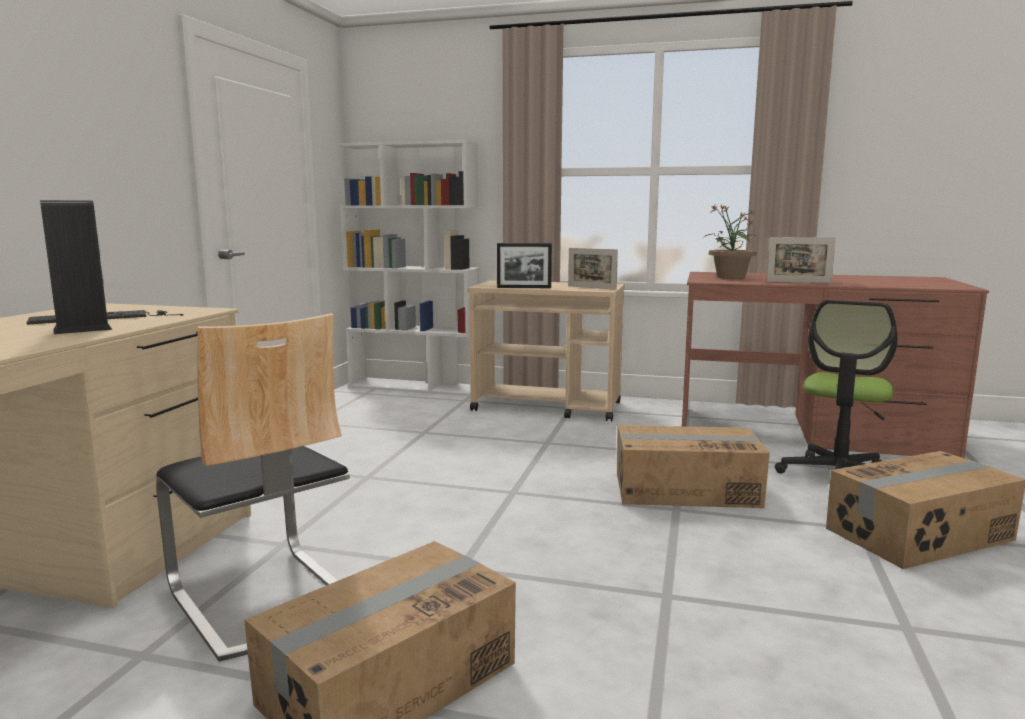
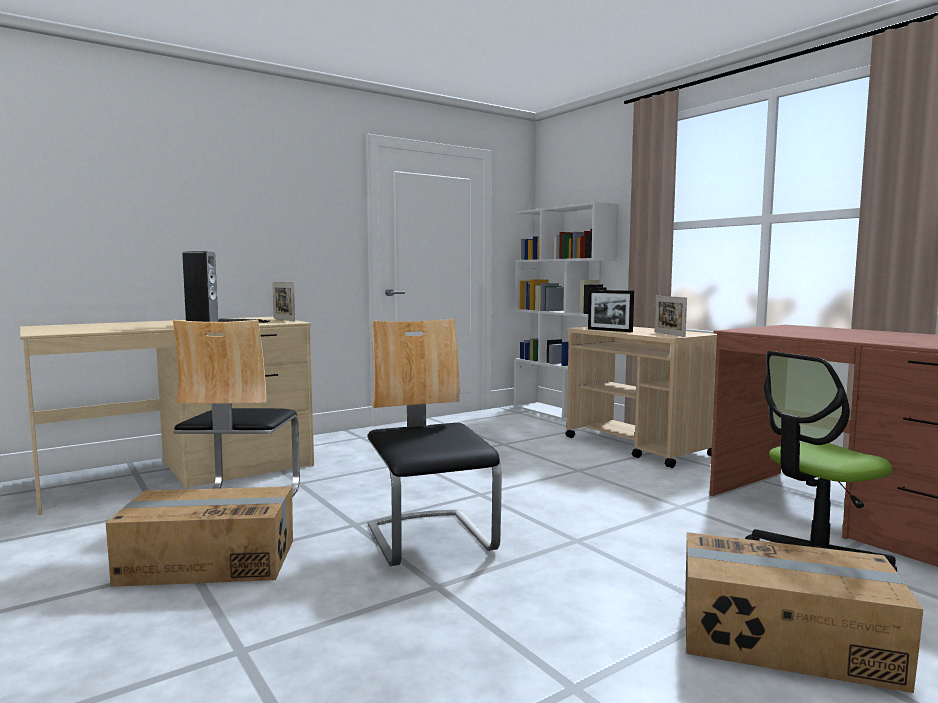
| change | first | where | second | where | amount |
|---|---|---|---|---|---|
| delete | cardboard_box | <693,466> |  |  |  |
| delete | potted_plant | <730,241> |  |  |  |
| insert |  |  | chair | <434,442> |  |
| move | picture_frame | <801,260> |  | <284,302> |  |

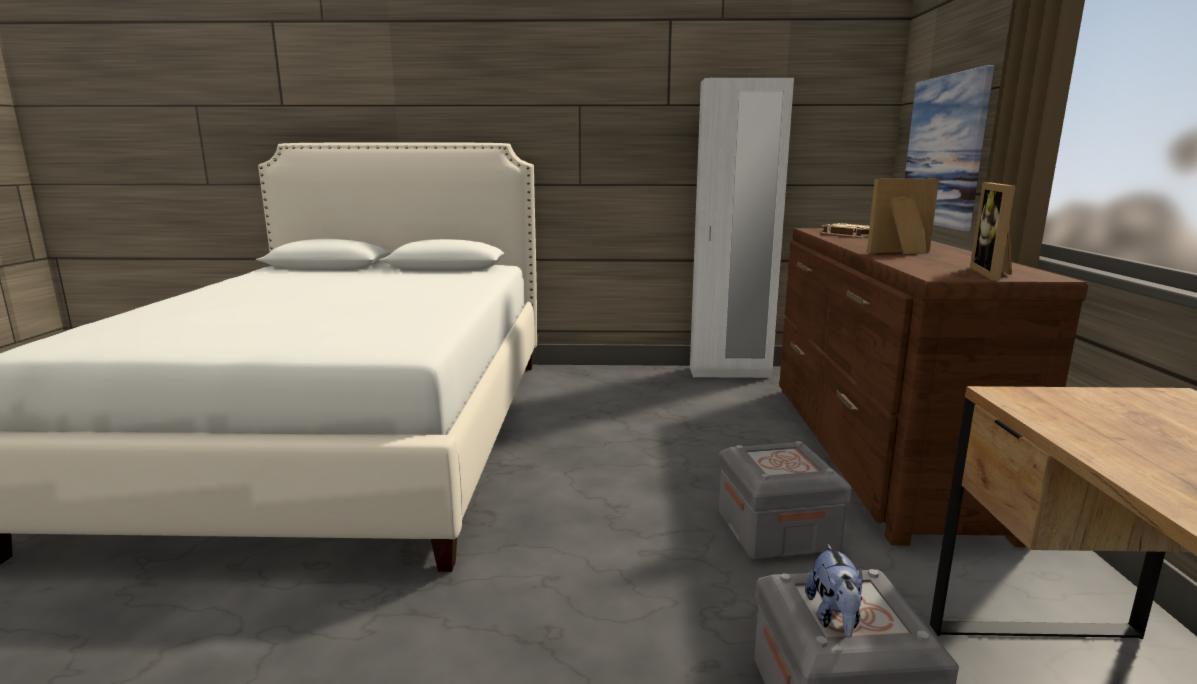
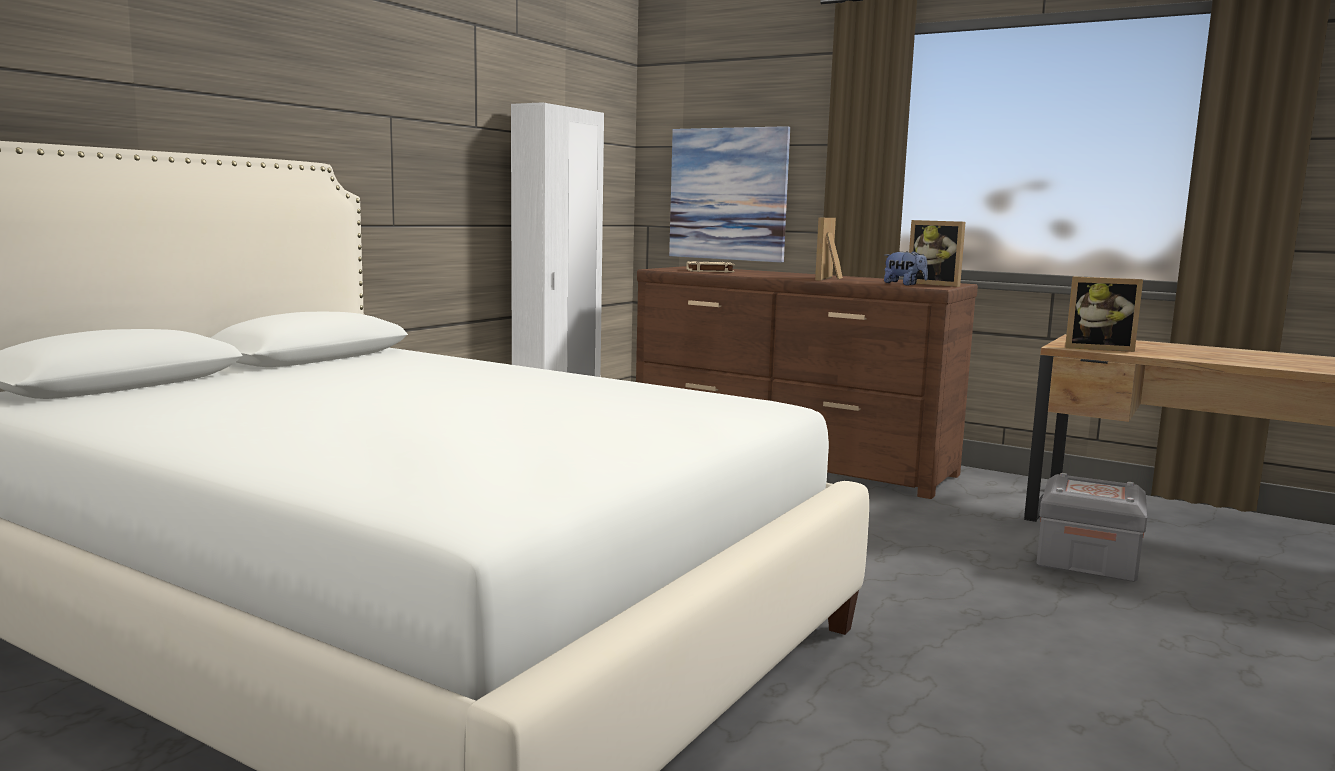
| change | first | where | second | where | amount |
|---|---|---|---|---|---|
| delete | grey_storage_box | <785,500> |  |  |  |
| insert |  |  | picture_frame | <1104,314> |  |
| move | plush_toy | <834,591> |  | <906,268> |  |

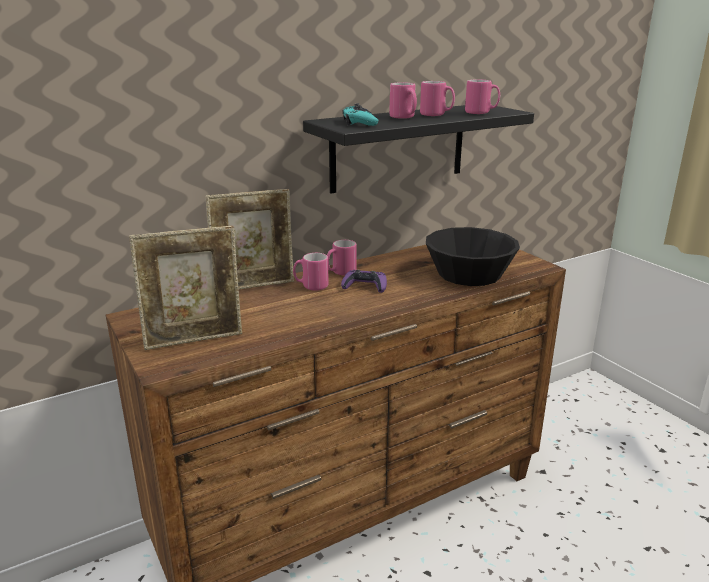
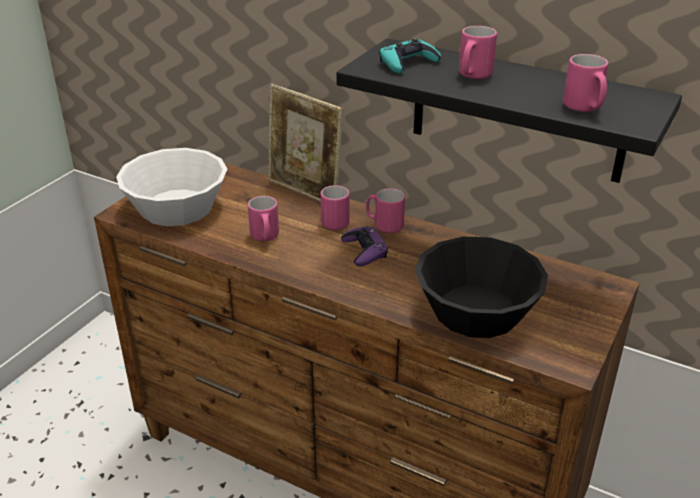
| change | first | where | second | where | amount |
|---|---|---|---|---|---|
| move | pink_mug | <437,98> |  | <263,218> |  |
| replace | picture_frame | <185,288> | white_bowl | <171,187> |  |

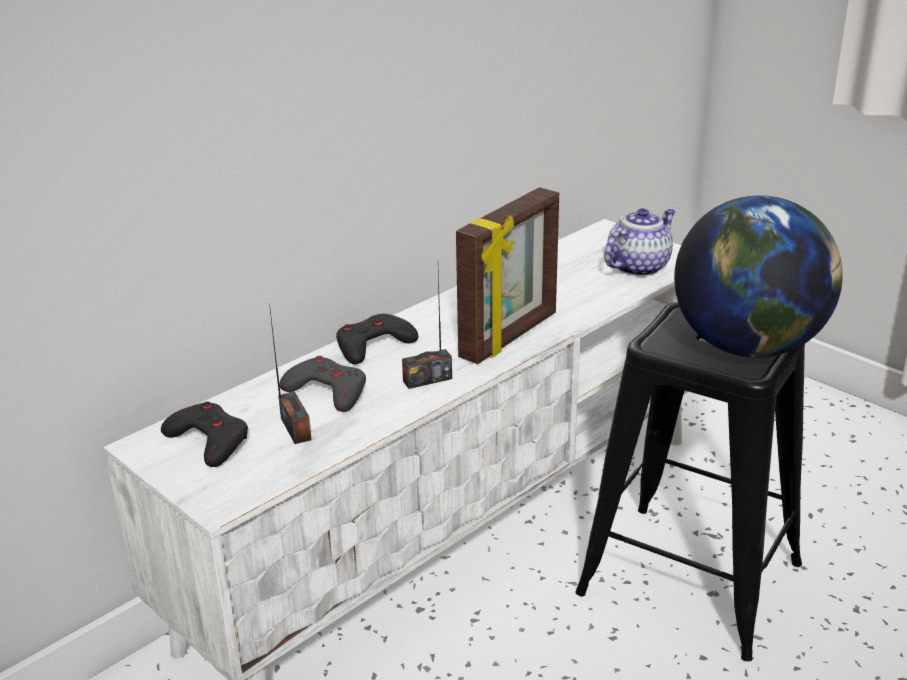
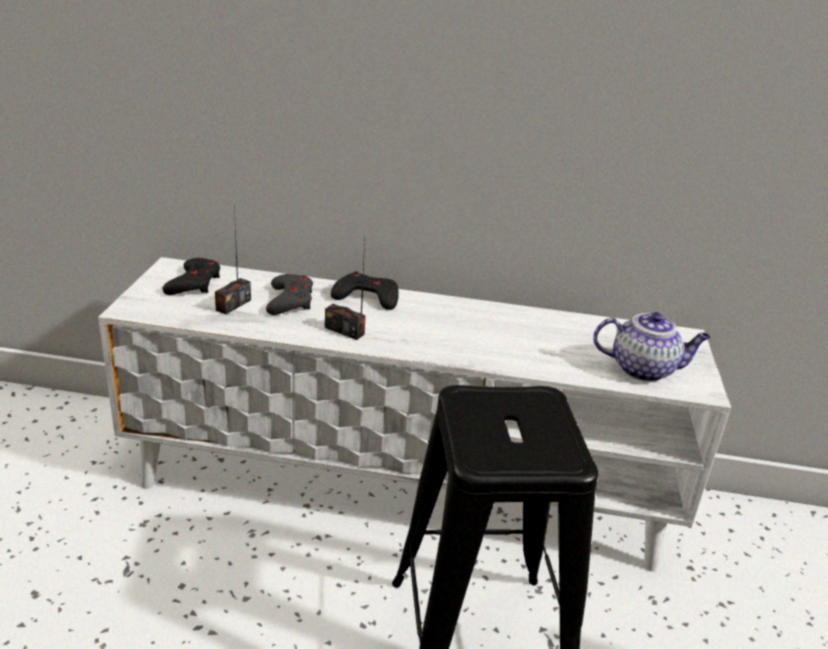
| change | first | where | second | where | amount |
|---|---|---|---|---|---|
| delete | picture_frame | <507,275> |  |  |  |
| delete | globe | <758,277> |  |  |  |

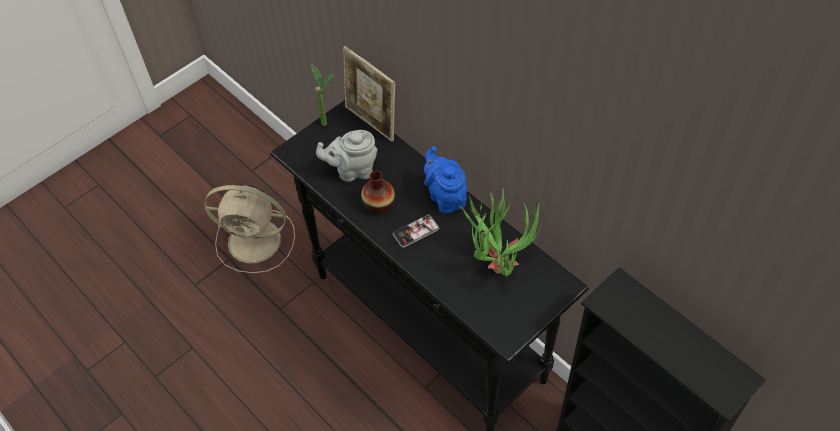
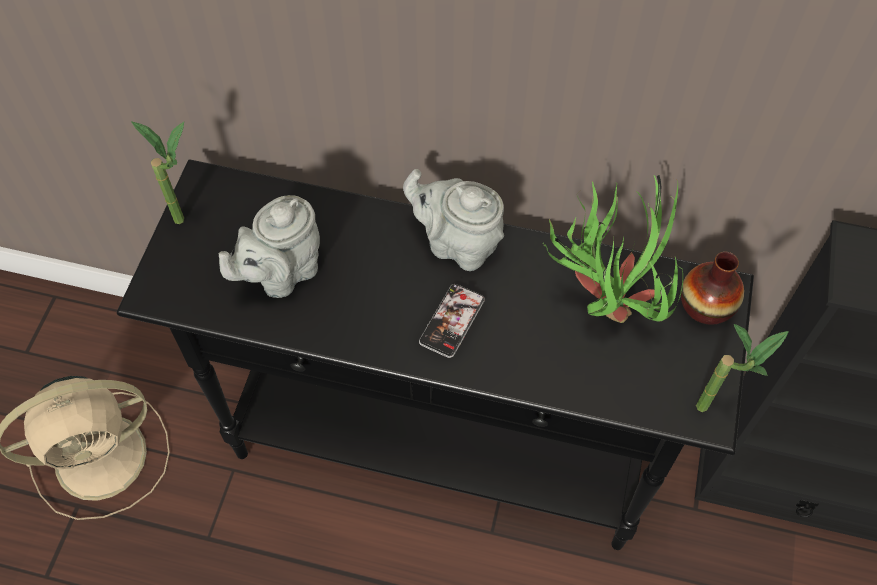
| change | first | where | second | where | amount |
|---|---|---|---|---|---|
| delete | picture_frame | <369,94> |  |  |  |
| insert |  |  | potted_plant | <742,368> |  |
| move | vase | <378,192> |  | <712,288> |  |
| recolor | blue_teapot | <445,180> | grey_teapot | <453,220> |  |

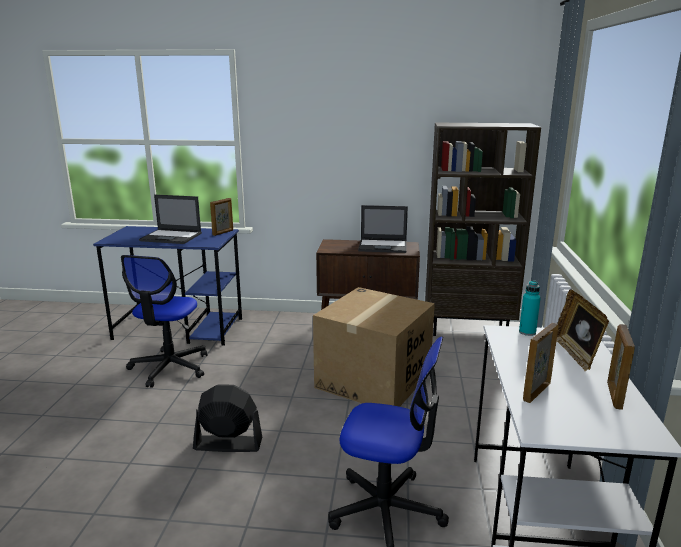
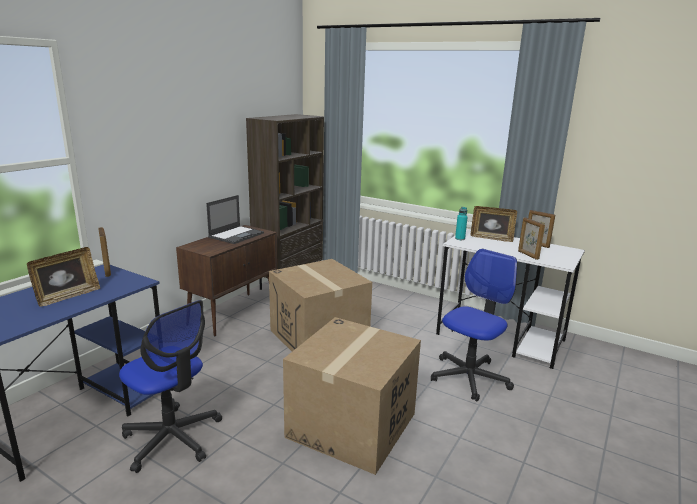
| change | first | where | second | where | amount |
|---|---|---|---|---|---|
| replace | laptop | <170,219> | picture_frame | <63,277> |  |
| replace | black_fan | <227,418> | cardboard_box | <352,396> |  |

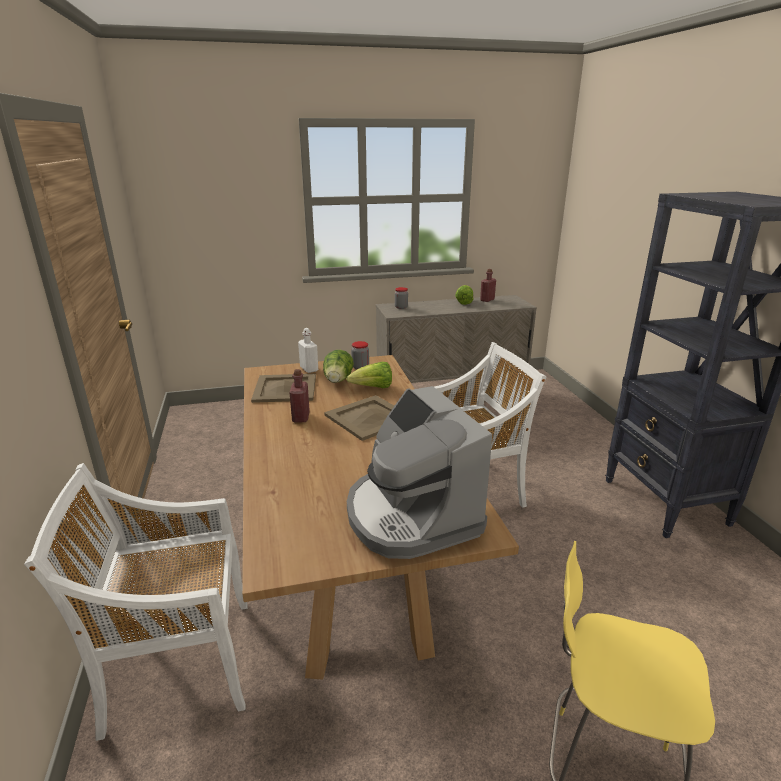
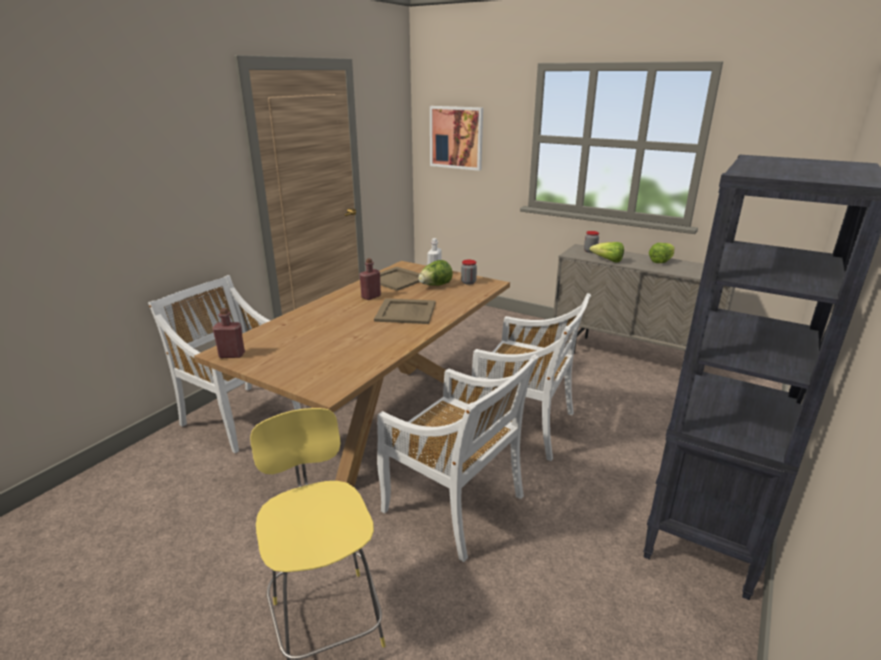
| change | first | where | second | where | amount |
|---|---|---|---|---|---|
| delete | coffee_machine | <419,472> |  |  |  |
| insert |  |  | white_chair | <458,458> |  |
| insert |  |  | picture | <456,138> |  |
| move | lettuce | <369,375> |  | <606,252> |  |
| move | red_bottle | <488,285> |  | <228,333> |  |

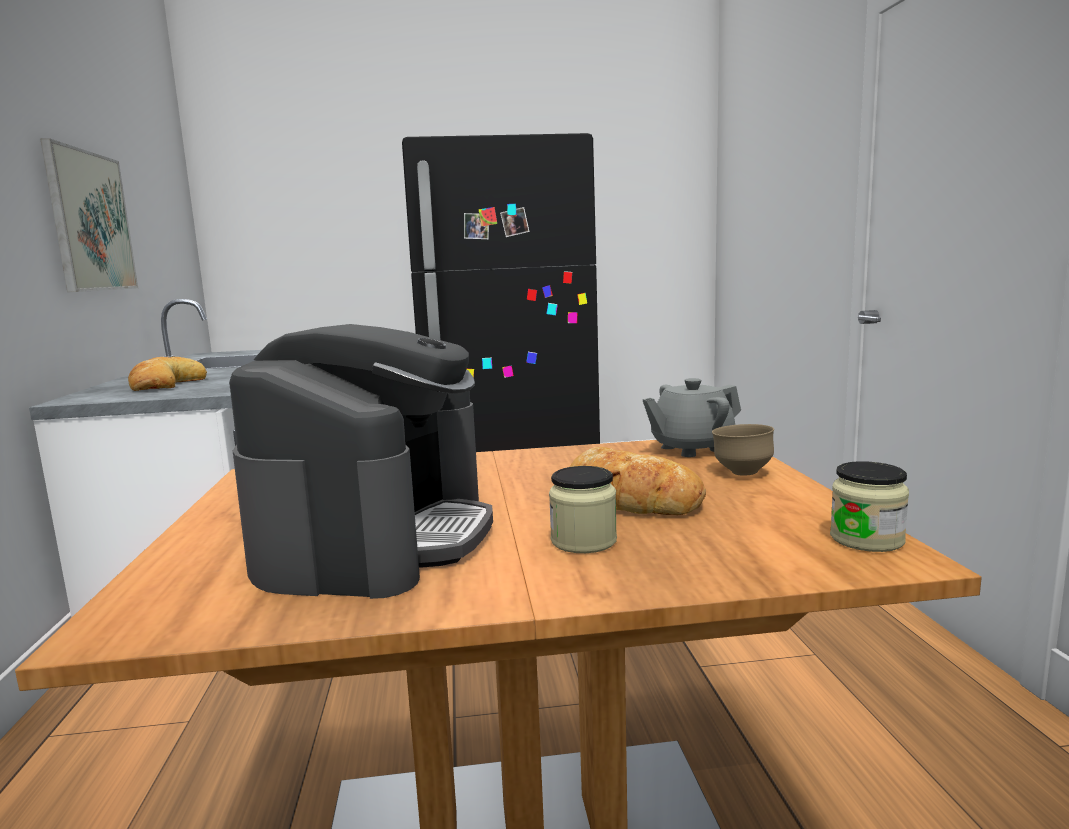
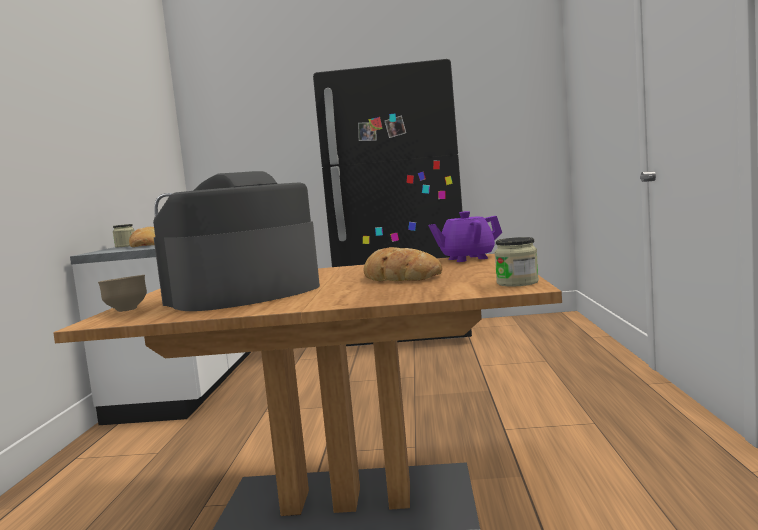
| change | first | where | second | where | amount |
|---|---|---|---|---|---|
| delete | picture | <89,215> |  |  |  |
| move | jar | <583,509> |  | <123,235> |  |
| move | brown_bowl | <743,450> |  | <122,293> |  |
| recolor | grey_teapot | <692,417> | purple_teapot | <465,236> |  |
| rotate | coffee_machine | <361,461> |  | <236,241> | 150 degrees counterclockwise |

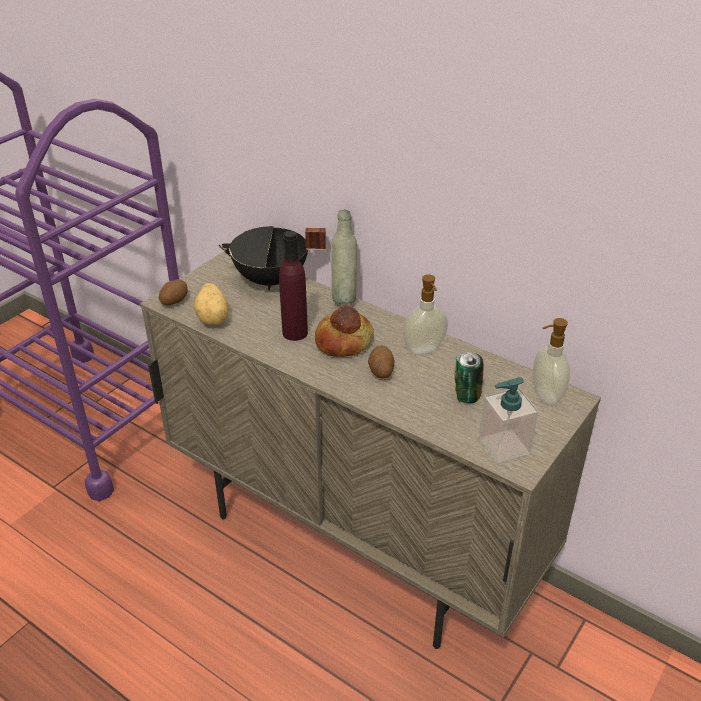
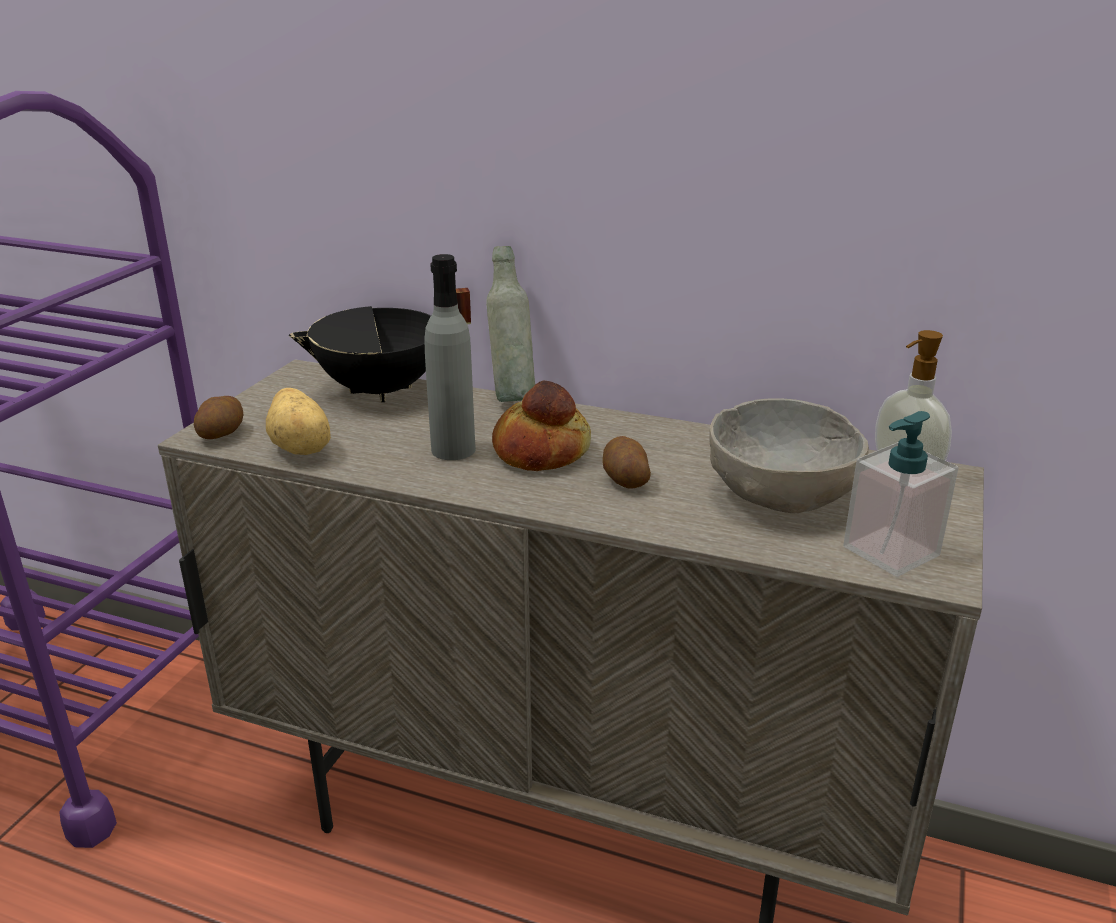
| change | first | where | second | where | amount |
|---|---|---|---|---|---|
| delete | soap_dispenser | <425,314> |  |  |  |
| replace | can | <469,377> | grey_bowl | <789,455> |  |
| recolor | purple_bottle | <293,286> | grey_bottle | <450,357> |  |

